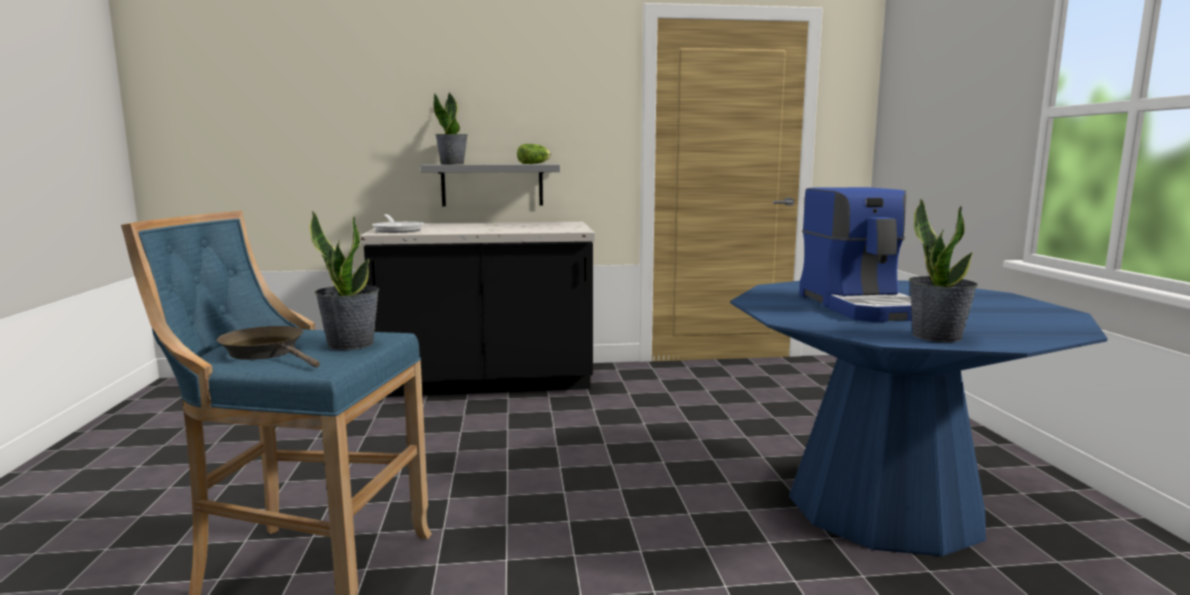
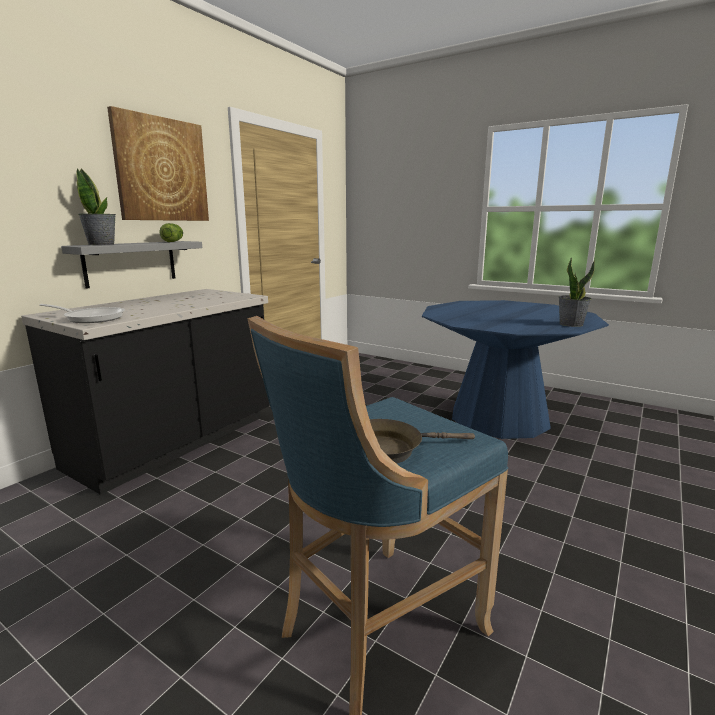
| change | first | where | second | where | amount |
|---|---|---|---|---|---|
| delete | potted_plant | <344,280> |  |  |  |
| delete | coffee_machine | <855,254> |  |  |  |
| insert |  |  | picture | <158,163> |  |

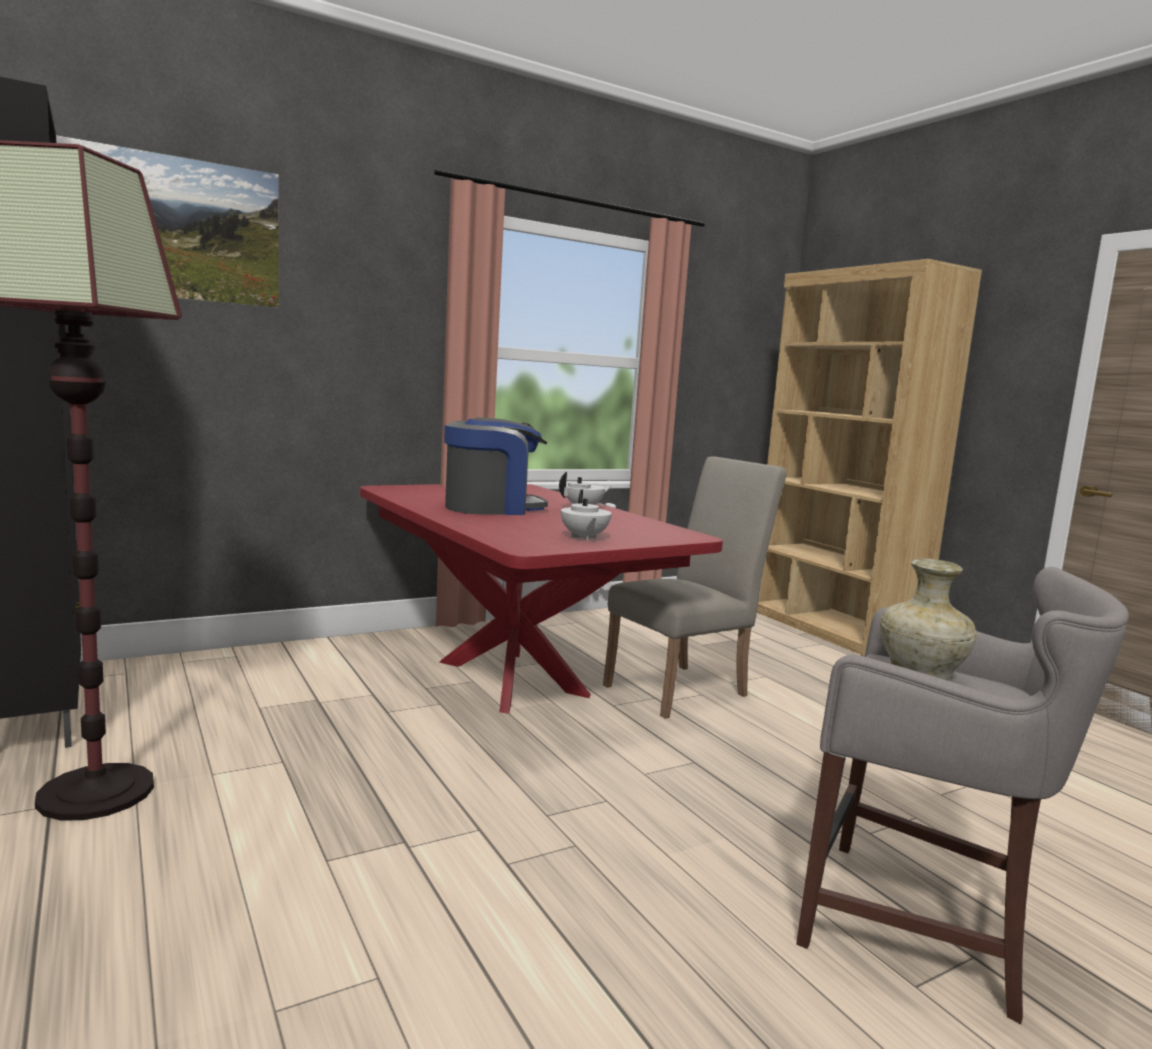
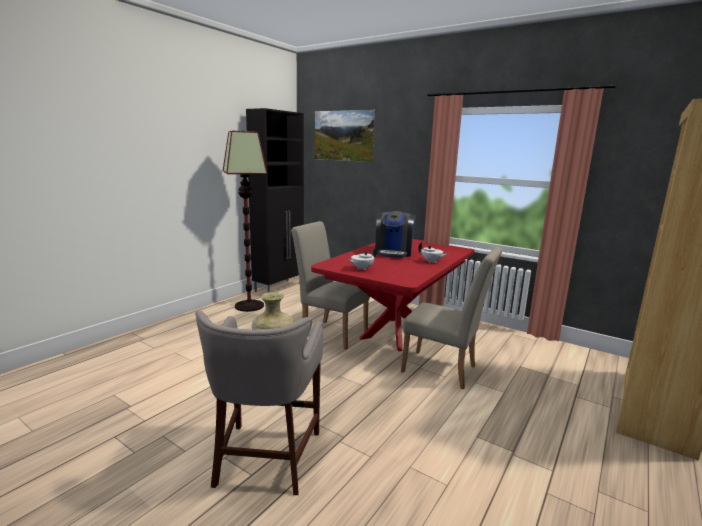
| change | first | where | second | where | amount |
|---|---|---|---|---|---|
| insert |  |  | beige_chair | <330,285> |  |
| rotate | coffee_machine | <496,466> |  | <395,234> | 60 degrees clockwise |

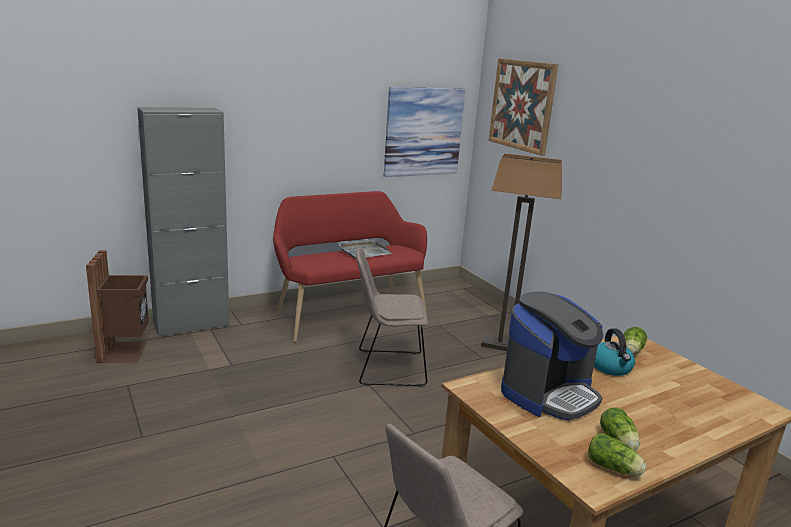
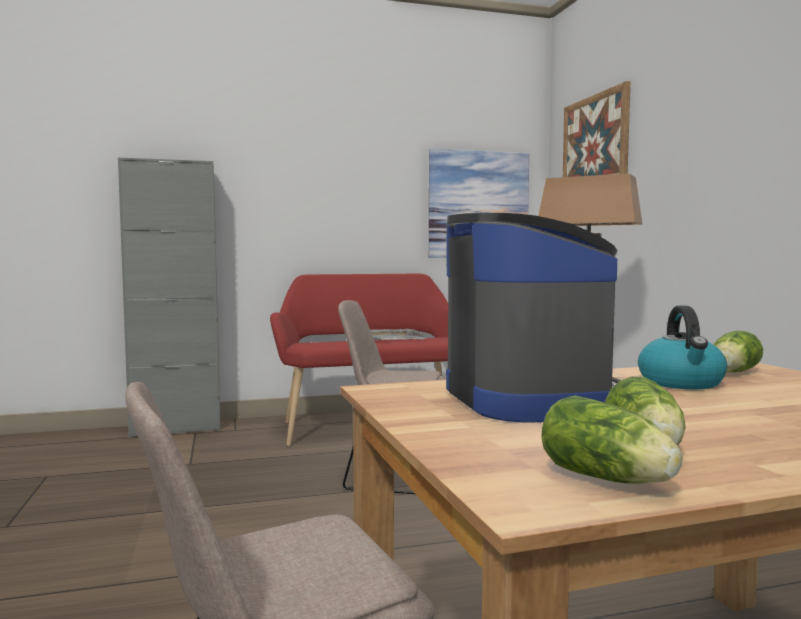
| change | first | where | second | where | amount |
|---|---|---|---|---|---|
| delete | brown_trash_can | <117,306> |  |  |  |
| rotate | coffee_machine | <552,355> |  | <533,318> | 75 degrees counterclockwise |

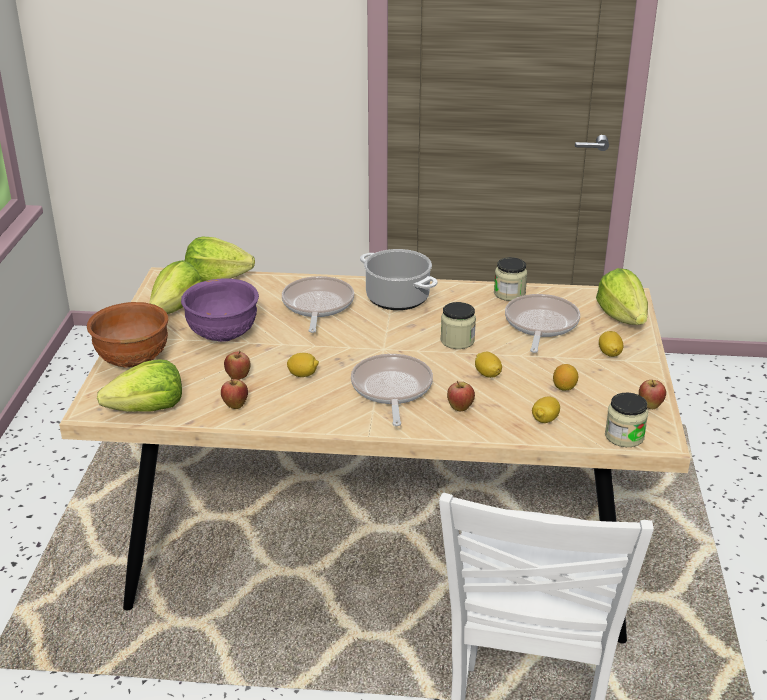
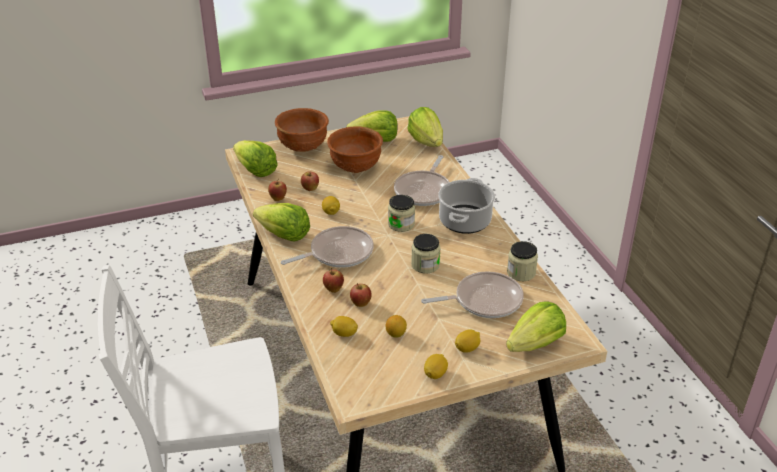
| change | first | where | second | where | amount |
|---|---|---|---|---|---|
| insert |  |  | lettuce | <281,222> |  |
| move | lemon | <488,365> |  | <436,366> |  |
| move | jar | <626,420> |  | <401,213> |  |
| move | apple | <652,394> |  | <361,295> |  |
| recolor | purple_bowl | <220,310> | brown_bowl | <355,150> |  |
| rotate | frying_pan | <318,304> |  | <421,180> | 135 degrees clockwise |

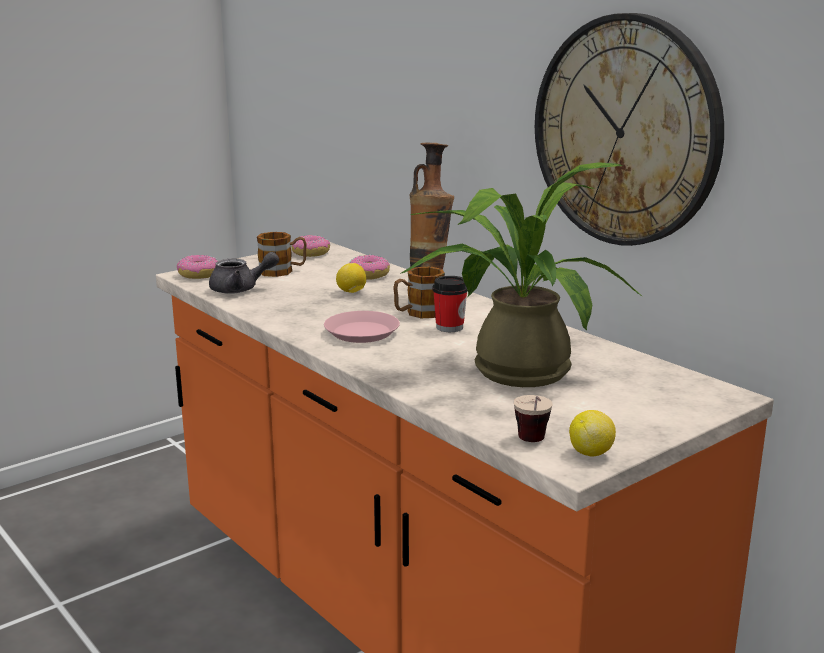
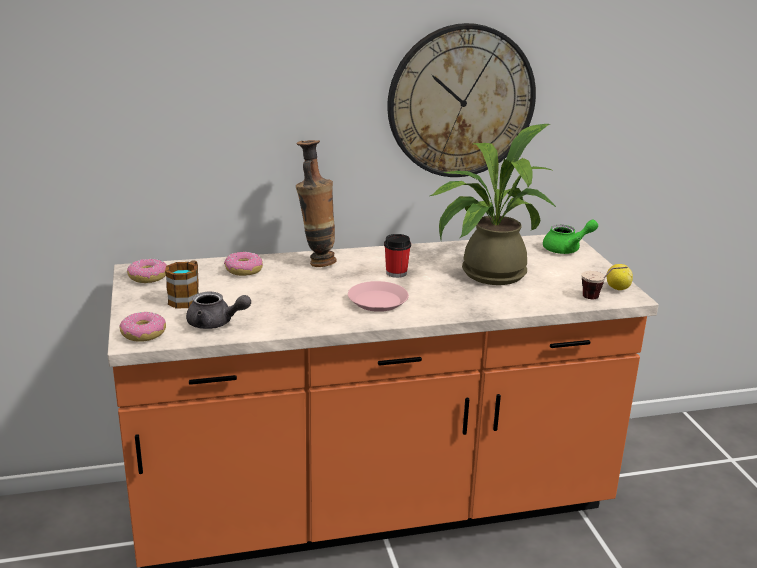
| change | first | where | second | where | amount |
|---|---|---|---|---|---|
| delete | lemon | <351,278> |  |  |  |
| delete | mug | <419,292> |  |  |  |
| insert |  |  | green_teapot | <570,237> |  |
| rotate | grey_teapot | <244,273> |  | <218,310> | 90 degrees clockwise |

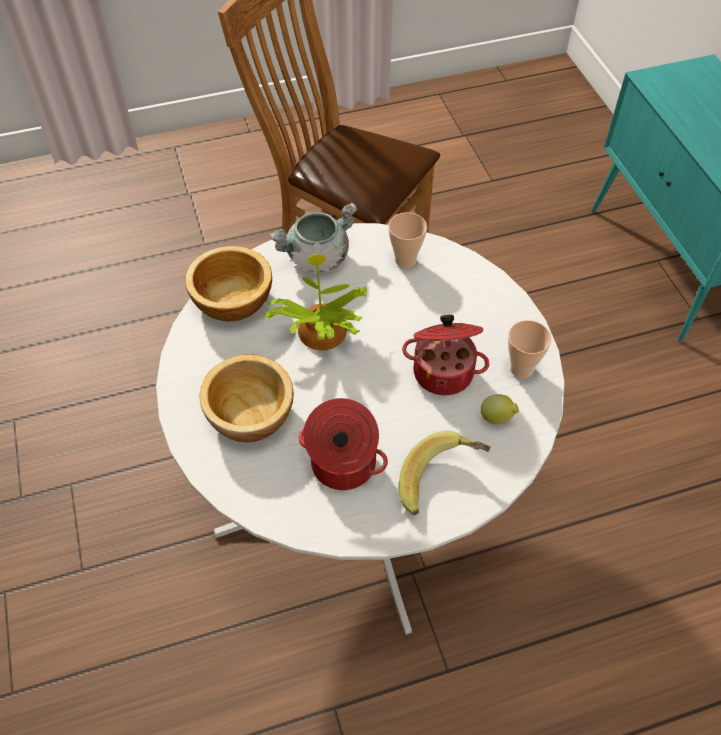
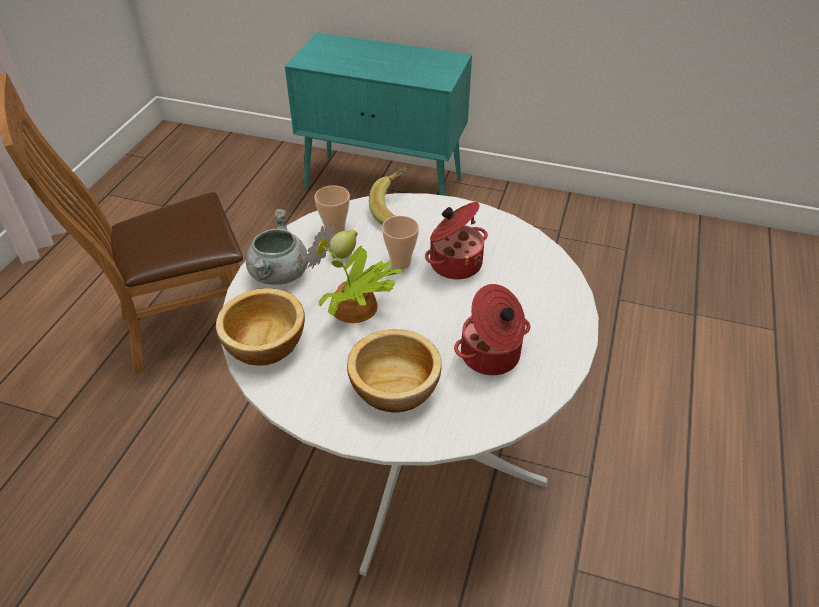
| change | first | where | second | where | amount |
|---|---|---|---|---|---|
| move | banana | <444,473> |  | <390,195> |  |
| move | lemon | <500,409> |  | <343,244> |  |
| move | cup | <529,349> |  | <400,242> |  |

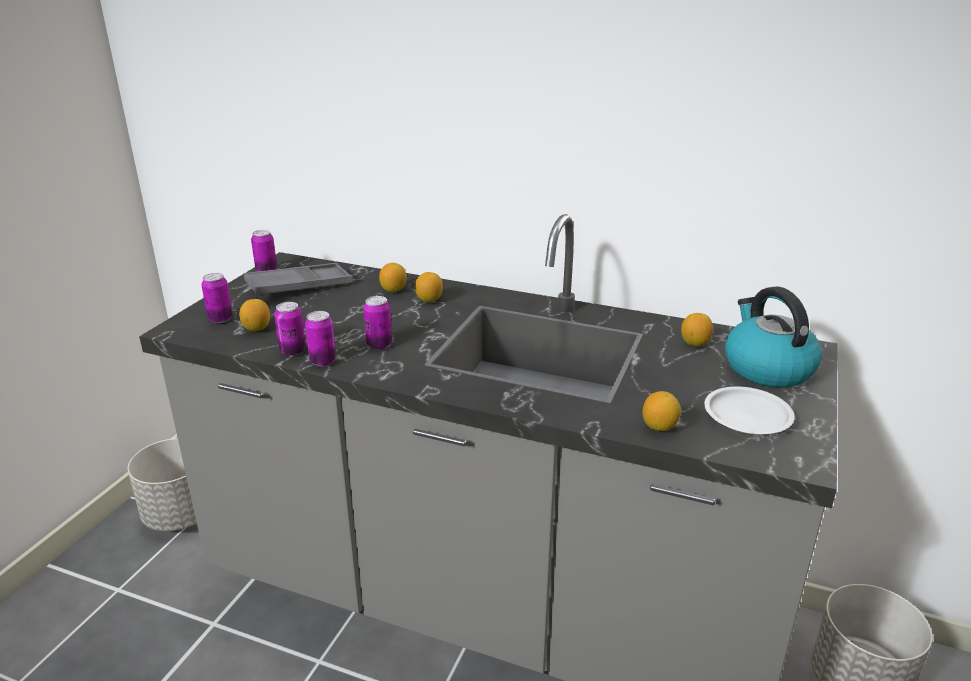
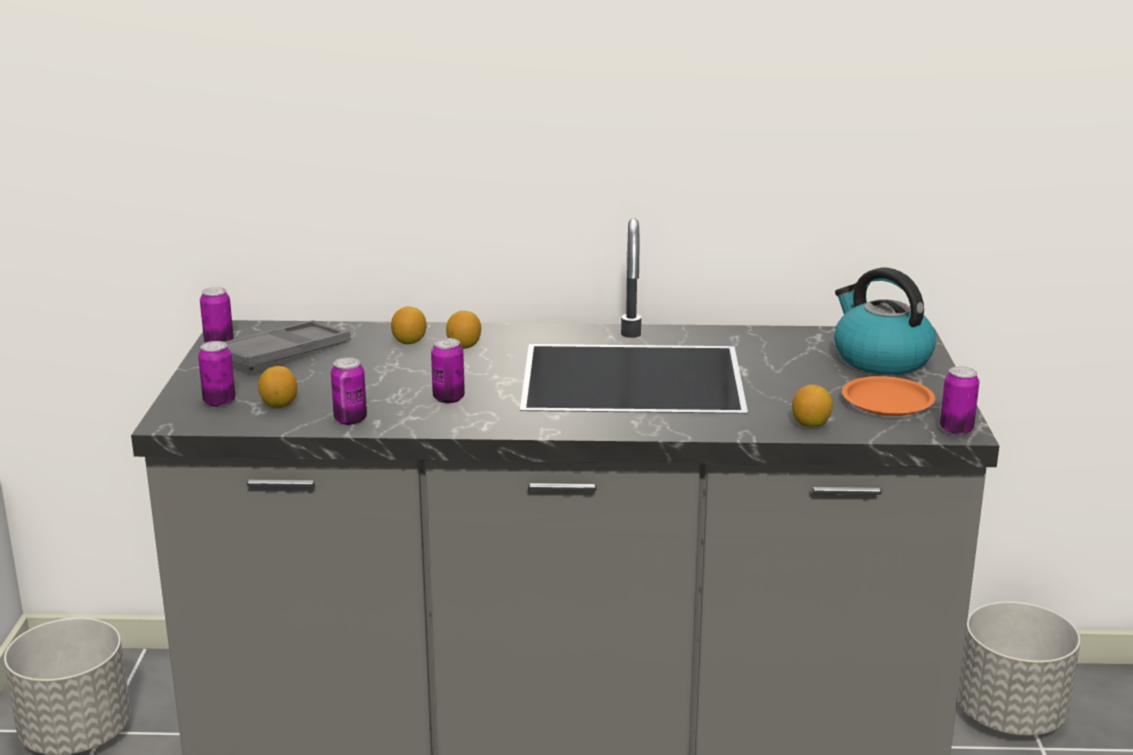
| change | first | where | second | where | amount |
|---|---|---|---|---|---|
| delete | lemon | <697,330> |  |  |  |
| move | can | <320,338> |  | <959,400> |  |
| recolor | white_plate | <749,410> | orange_plate | <888,396> |  |

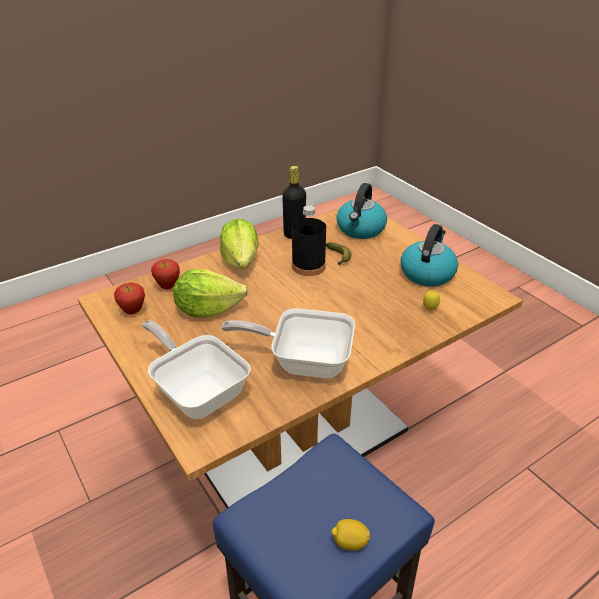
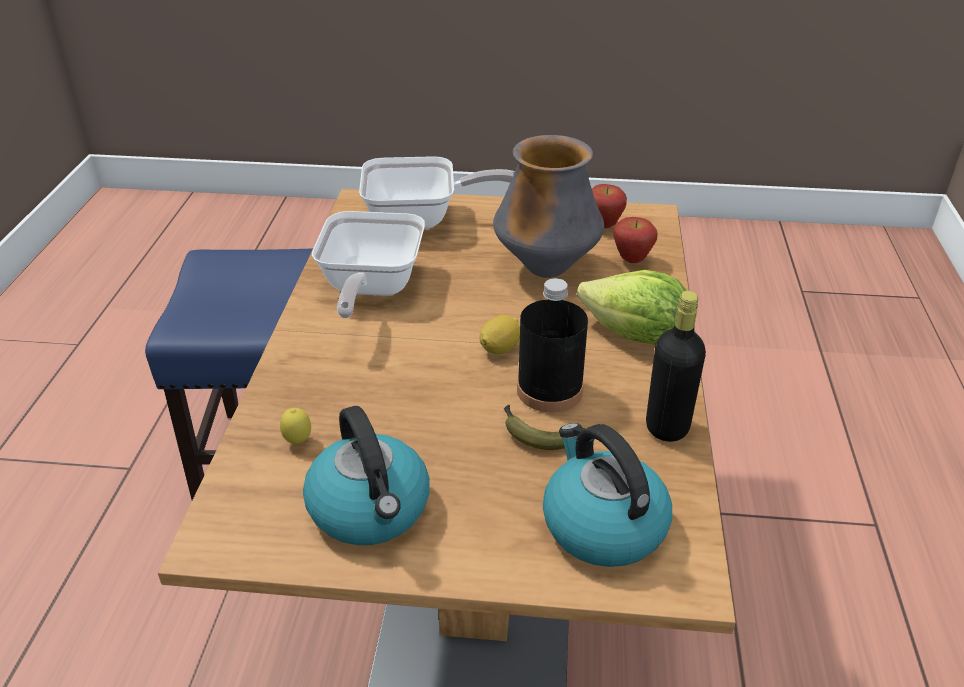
| change | first | where | second | where | amount |
|---|---|---|---|---|---|
| move | lemon | <351,534> |  | <500,334> |  |
| replace | lettuce | <210,293> | vase | <548,206> |  |
| rotate | frying_pan | <288,343> |  | <368,264> | 135 degrees clockwise |

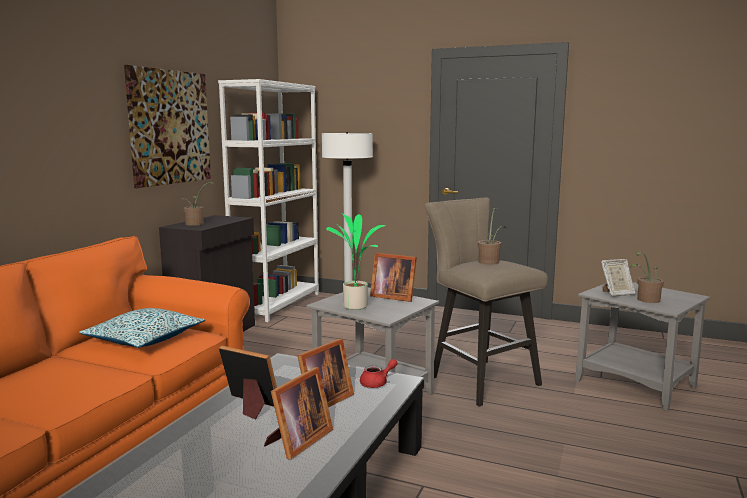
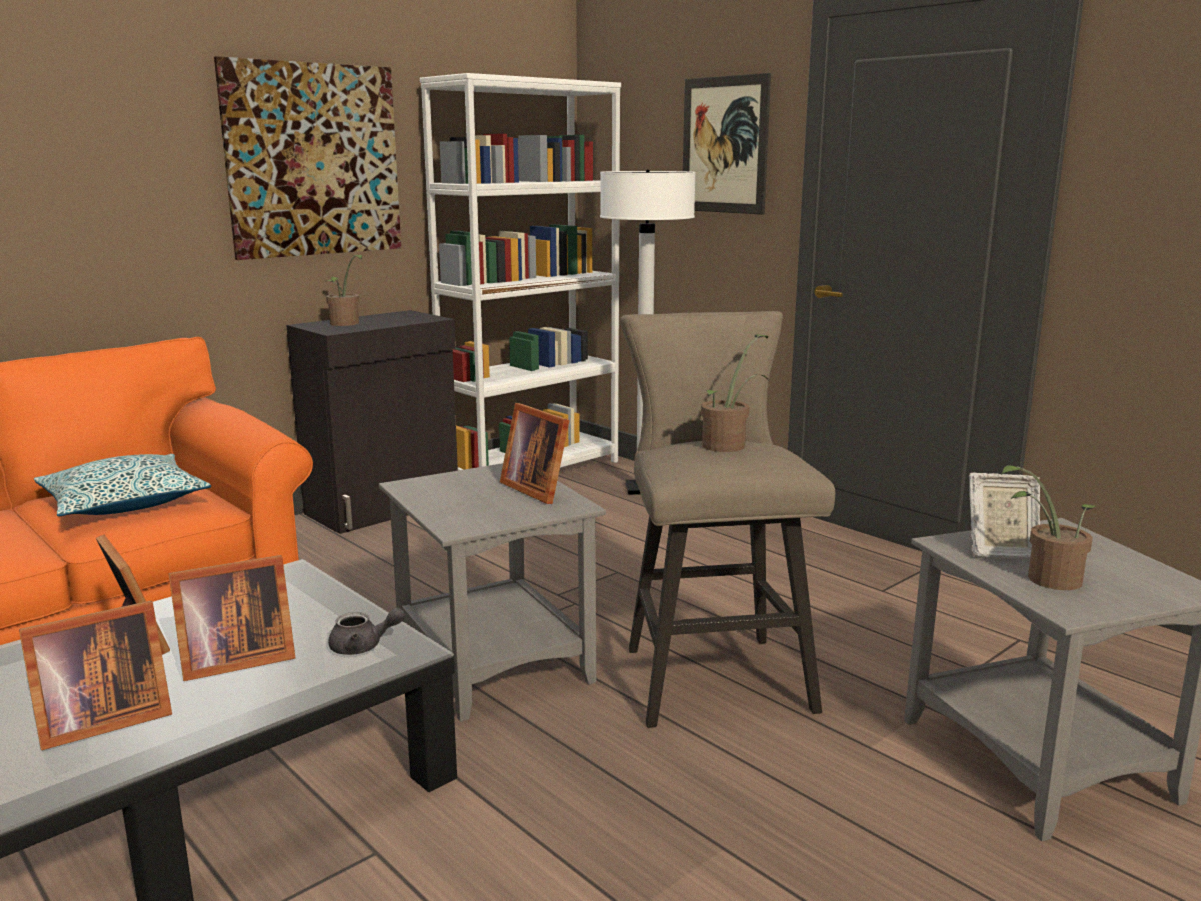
| change | first | where | second | where | amount |
|---|---|---|---|---|---|
| delete | potted_plant | <355,262> |  |  |  |
| insert |  |  | picture | <727,144> |  |
| recolor | red_teapot | <379,373> | grey_teapot | <366,631> |  |

